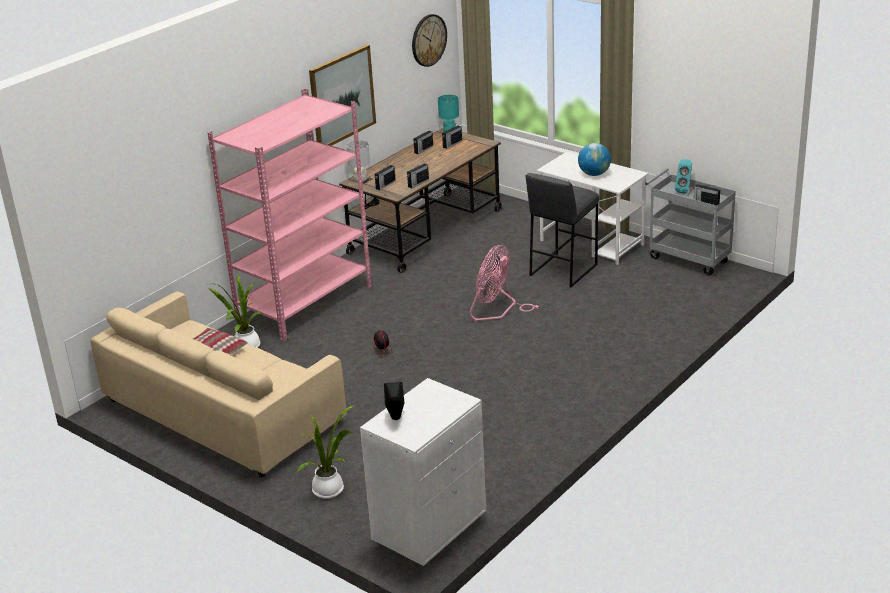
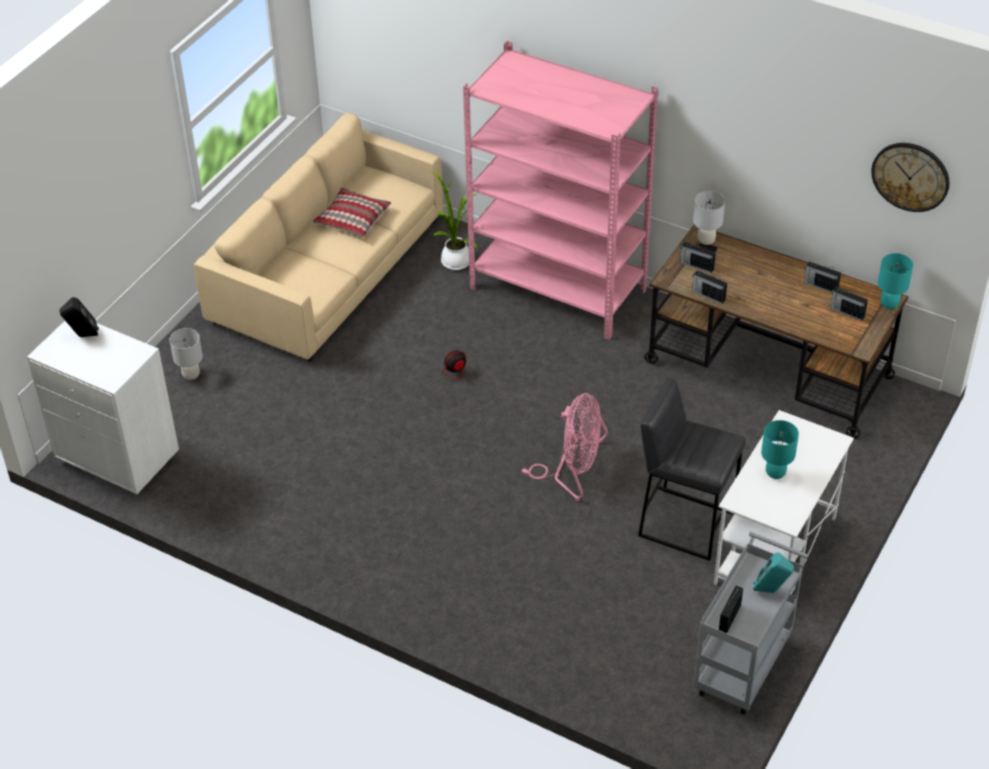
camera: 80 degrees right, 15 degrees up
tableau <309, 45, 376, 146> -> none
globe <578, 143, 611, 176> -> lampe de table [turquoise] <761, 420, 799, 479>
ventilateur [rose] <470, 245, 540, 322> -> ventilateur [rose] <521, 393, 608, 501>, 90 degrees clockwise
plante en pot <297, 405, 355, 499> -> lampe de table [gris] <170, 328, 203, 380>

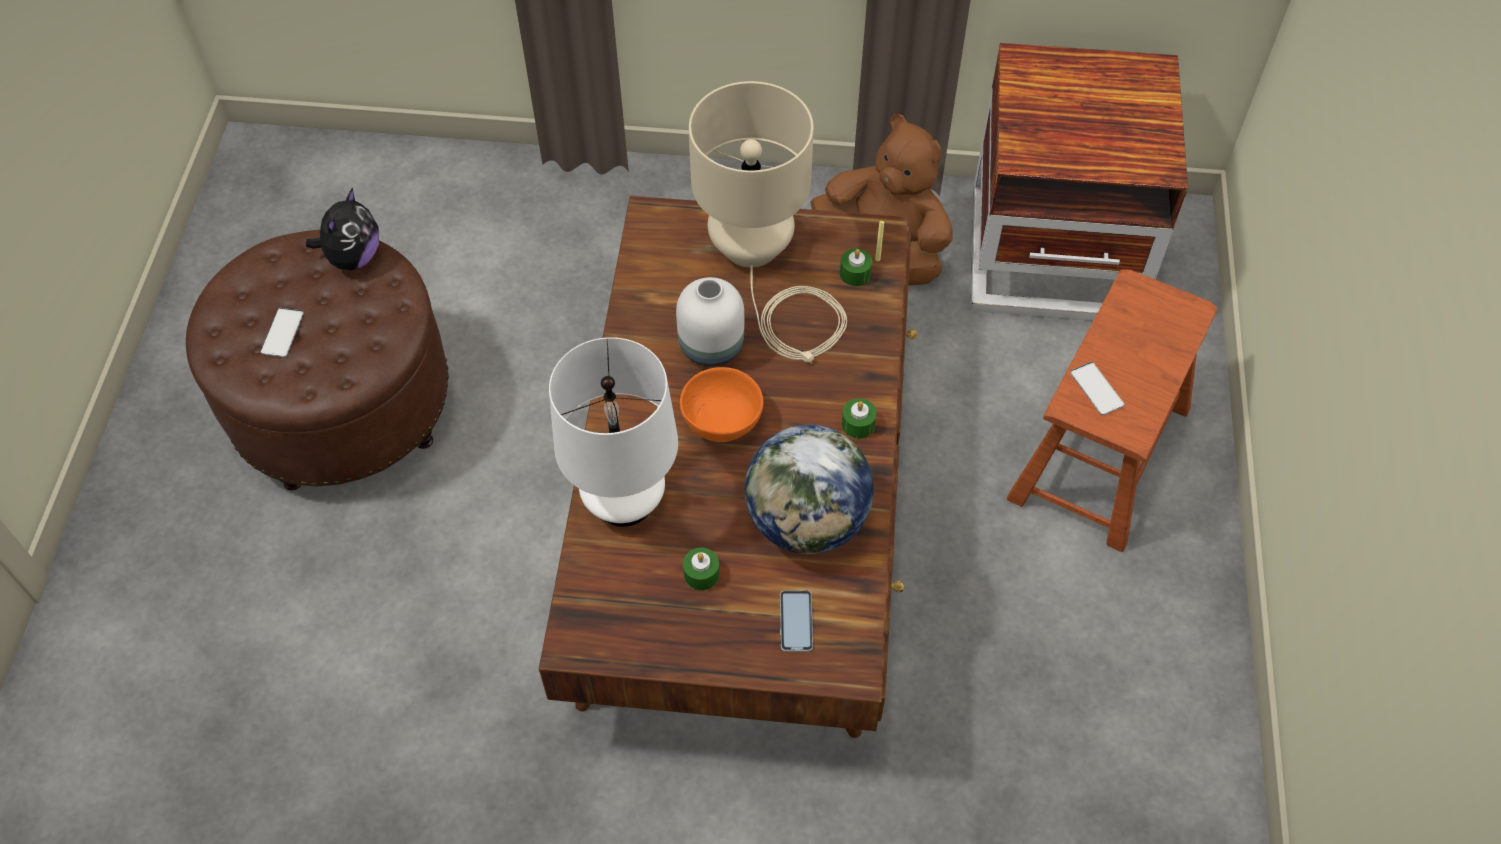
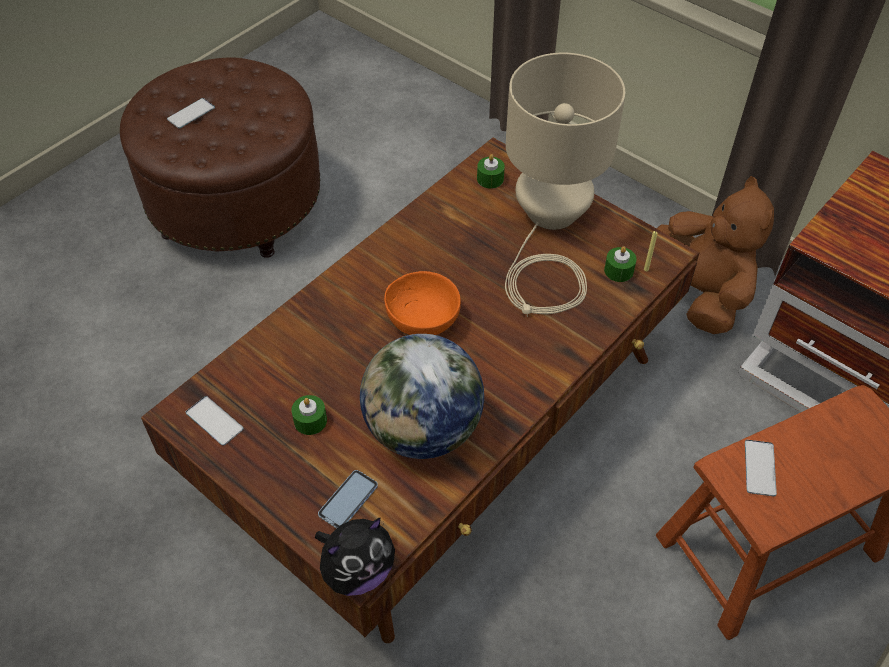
camera: 35 degrees right, 5 degrees down
peluche <306, 187, 379, 270> -> peluche <315, 517, 395, 596>, moved
vase [blanc] <676, 277, 744, 367> -> none
lampe de table [blanc] <549, 337, 678, 527> -> none
bougie [vert] <842, 398, 877, 439> -> bougie [vert] <477, 154, 505, 189>, moved
none -> téléphone <186, 396, 243, 446>

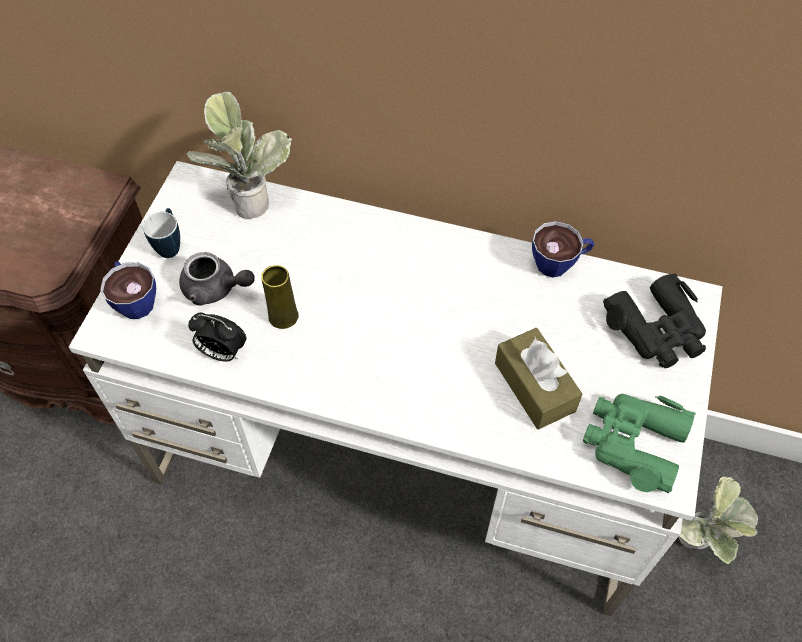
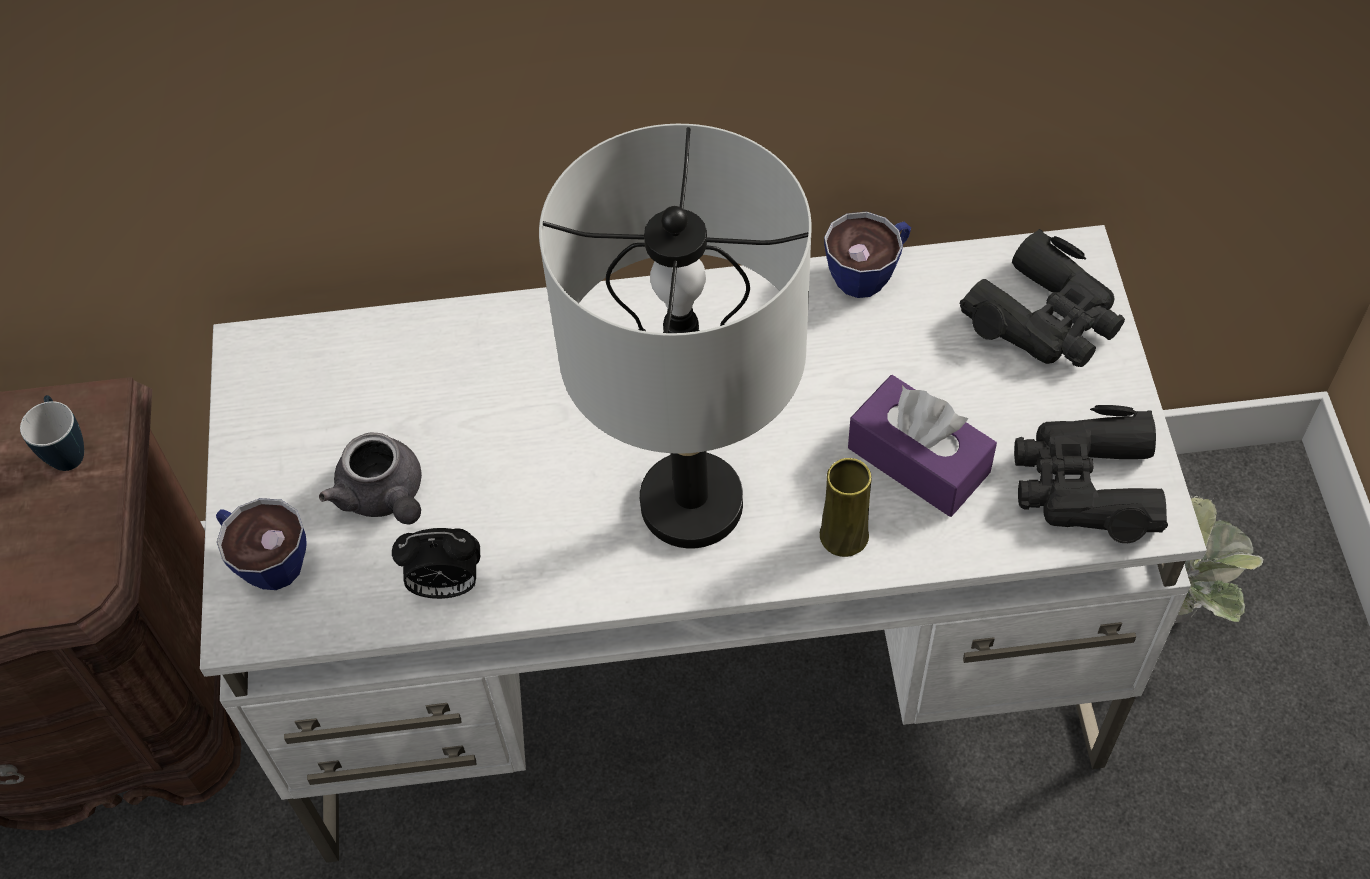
camera: 20 degrees left, 0 degrees up
plante en pot <187, 91, 292, 219> -> none
mug <143, 208, 180, 258> -> mug <20, 395, 84, 471>, moved
théière [gris] <179, 252, 254, 306> -> théière [gris] <319, 433, 422, 525>, 60 degrees clockwise
vase [jaune] <261, 265, 299, 329> -> vase [jaune] <820, 458, 871, 557>, moved
boîte à mouchoirs [marron] <495, 328, 582, 430> -> boîte à mouchoirs [violet] <848, 375, 997, 517>
jumelles [vert] <583, 394, 696, 493> -> jumelles [noir] <1014, 405, 1168, 543>
none -> lampe de table [gris] <539, 124, 811, 548>

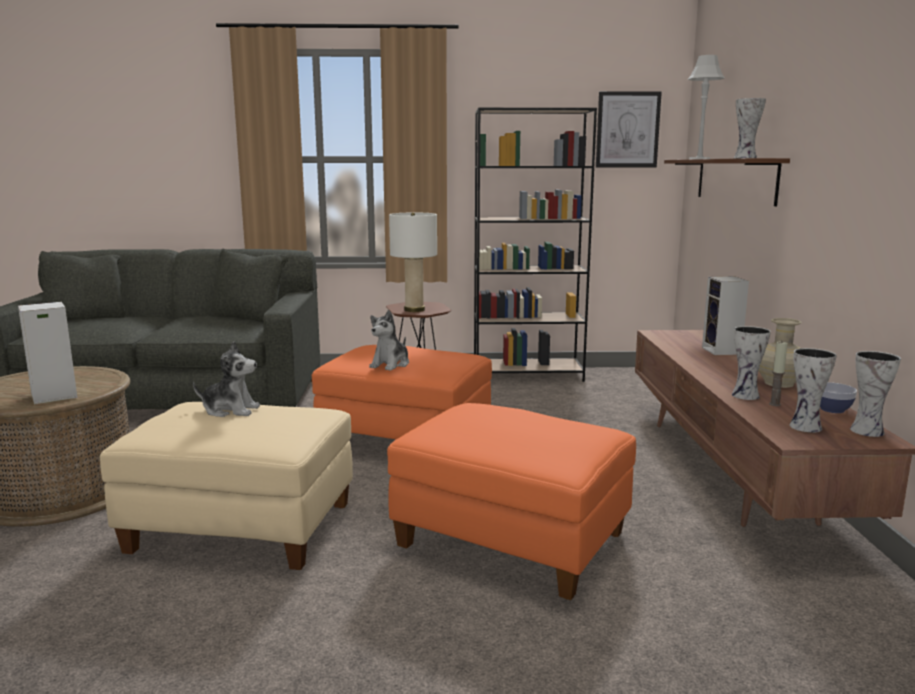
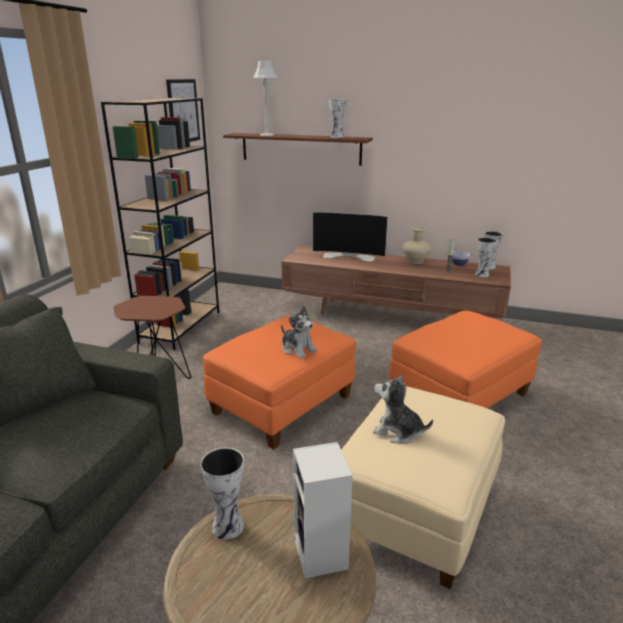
camera: 70 degrees left, 10 degrees up
lampe de table [blanc] <389, 213, 437, 312> -> none
enceinte <702, 276, 749, 355> -> téléviseur <313, 212, 388, 262>
vase <732, 326, 771, 400> -> vase <201, 447, 244, 540>, moved
peluche <193, 341, 260, 417> -> peluche <373, 374, 433, 444>, 90 degrees counterclockwise

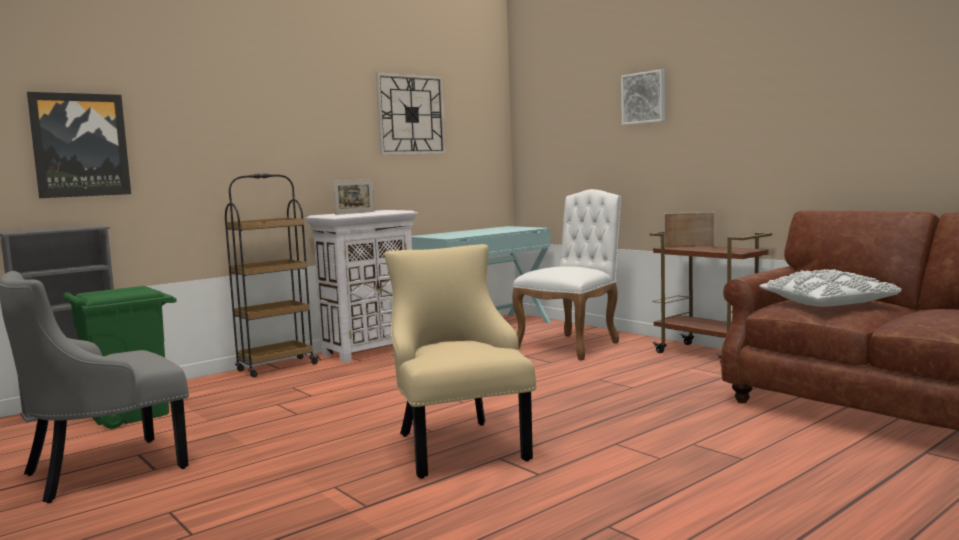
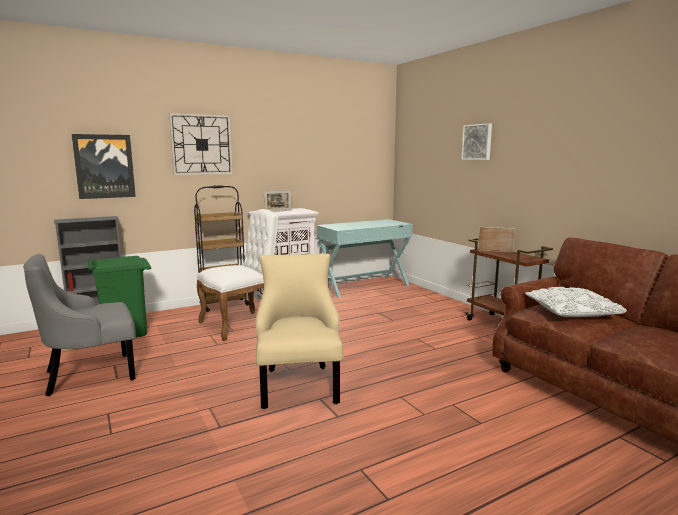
camera: 10 degrees right, 5 degrees up
horloge murale <376, 73, 446, 155> -> horloge murale <169, 113, 233, 175>, moved
chaise [blanc] <513, 189, 621, 360> -> chaise [blanc] <197, 209, 279, 341>, moved

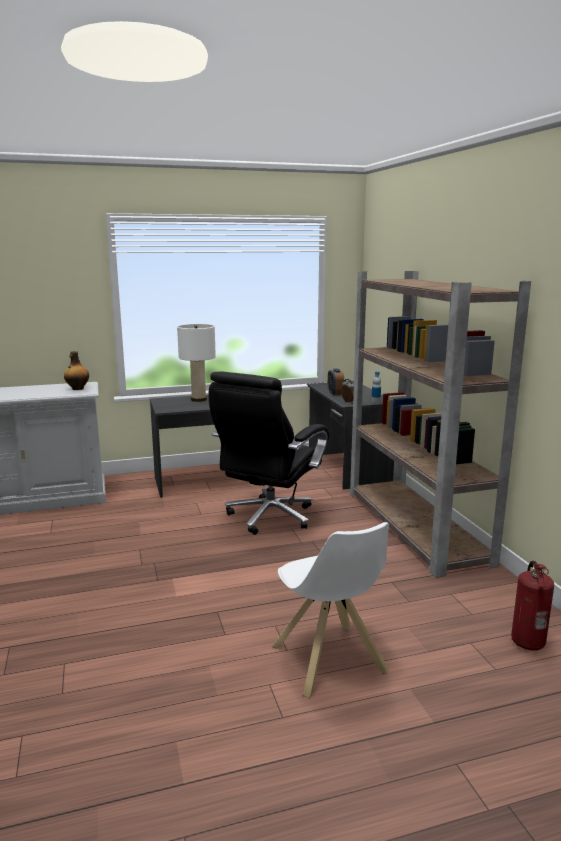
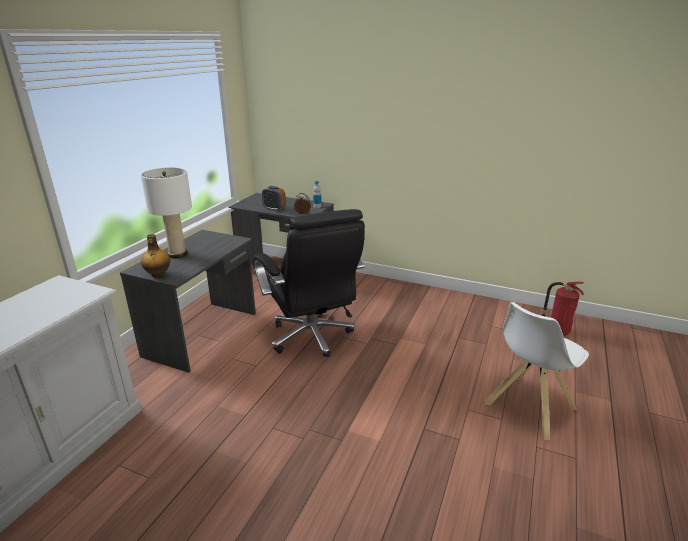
camera: 50 degrees left, 10 degrees up
bibliothèque [marron] <350, 271, 531, 578> -> none
bouteille <64, 351, 89, 390> -> bouteille <141, 234, 170, 278>, moved
chaise [blanc] <272, 522, 389, 698> -> chaise [blanc] <484, 302, 589, 440>, 120 degrees clockwise

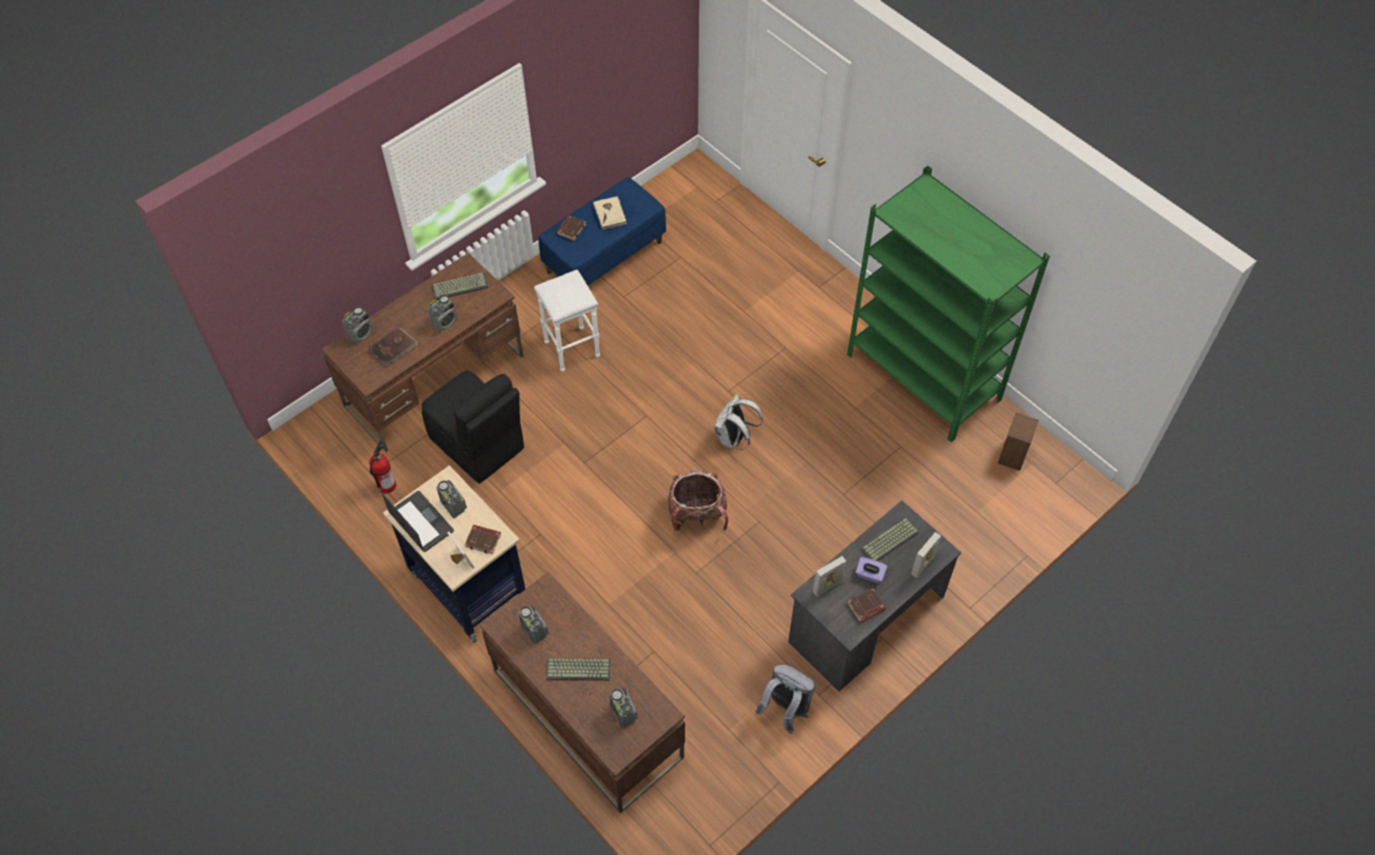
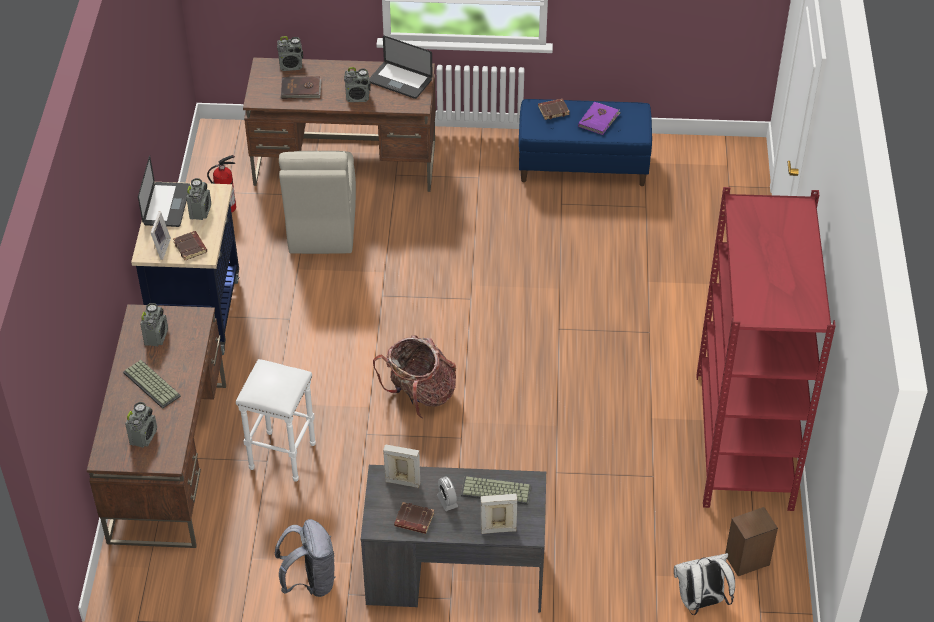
camera: 45 degrees right, 10 degrees down
bibliothèque [vert] <847, 165, 1050, 442> -> bibliothèque [rouge] <696, 187, 836, 511>
livre [beige] <593, 196, 627, 229> -> livre [violet] <578, 102, 621, 135>
tabouret [blanc] <534, 270, 600, 372> -> tabouret [blanc] <236, 359, 316, 482>, moved
clavier <432, 273, 489, 300> -> ordinateur portable <369, 36, 433, 99>
chaise [noir] <421, 370, 524, 484> -> chaise [beige] <279, 151, 356, 254>
sac à dos [blanc] <715, 394, 763, 450> -> sac à dos [blanc] <674, 553, 735, 615>, moved
boîte à mouchoirs [violet] <856, 557, 887, 583> -> réveil <437, 476, 458, 511>

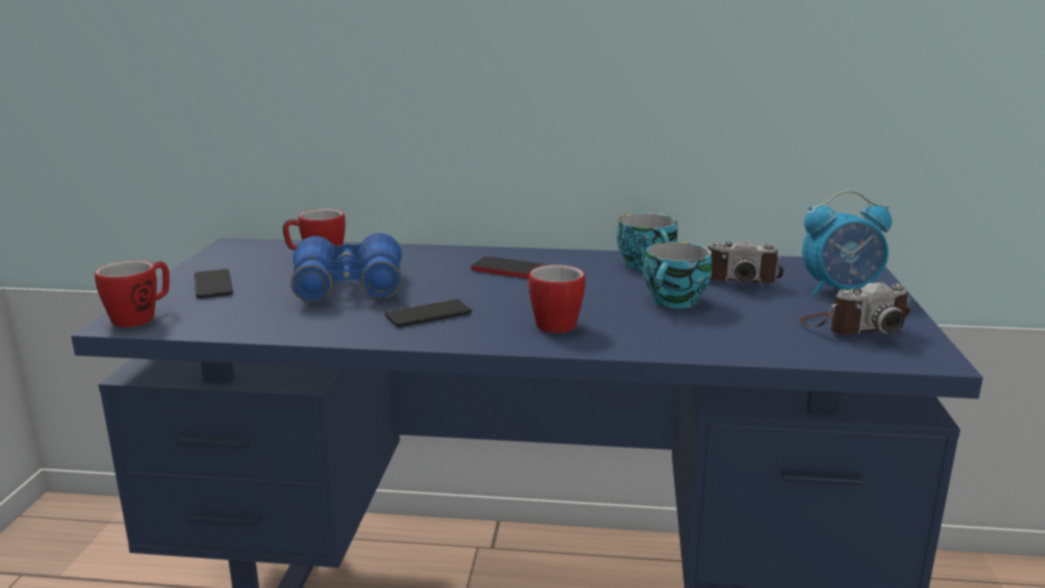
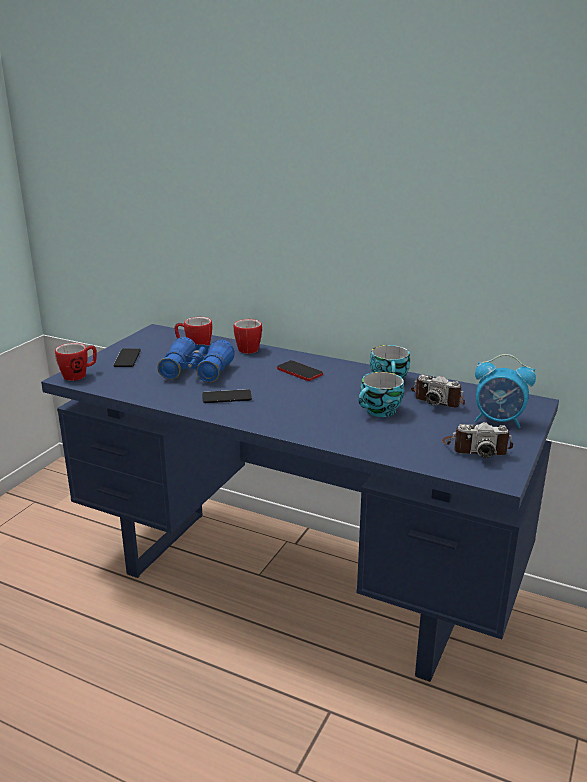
camera: 20 degrees right, 5 degrees up
mug <528, 264, 585, 333> -> mug <234, 318, 262, 354>, moved

